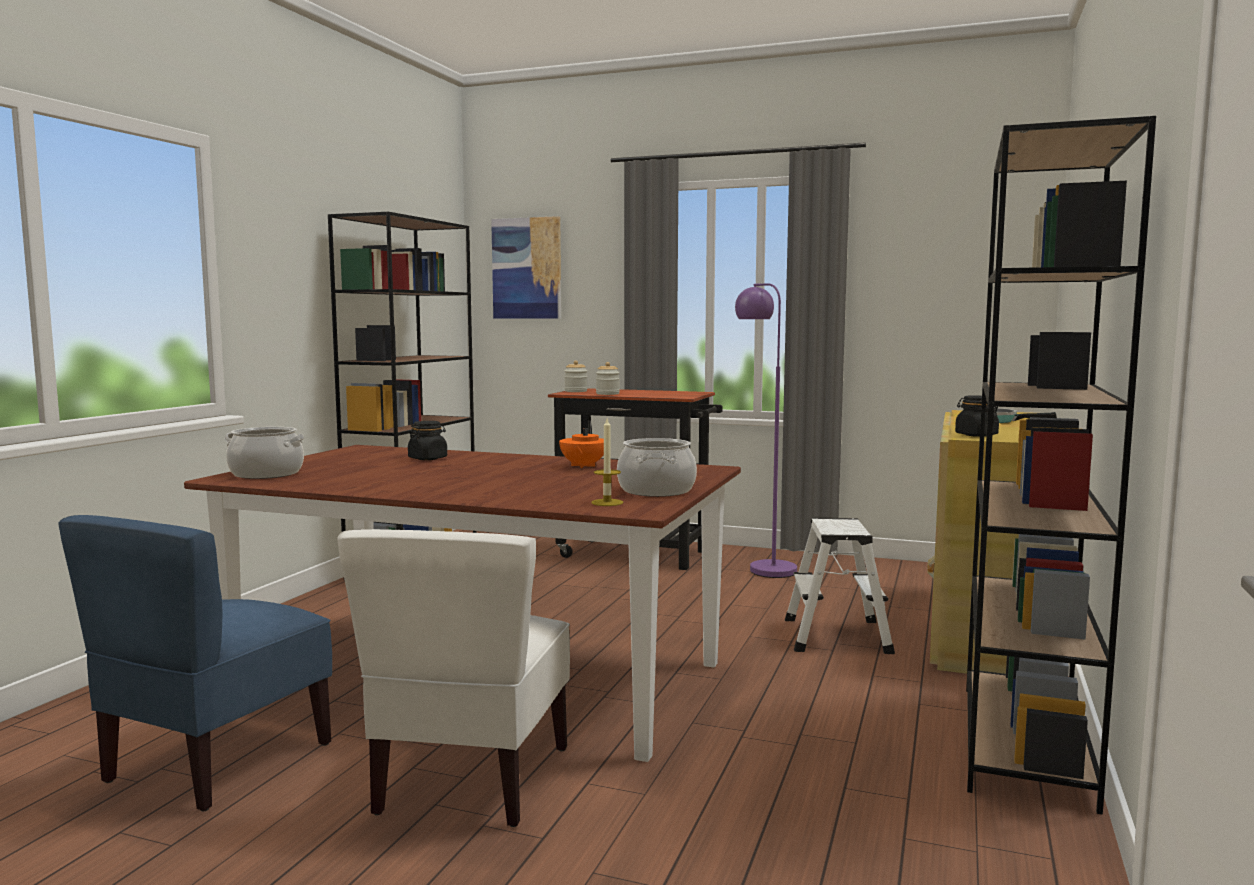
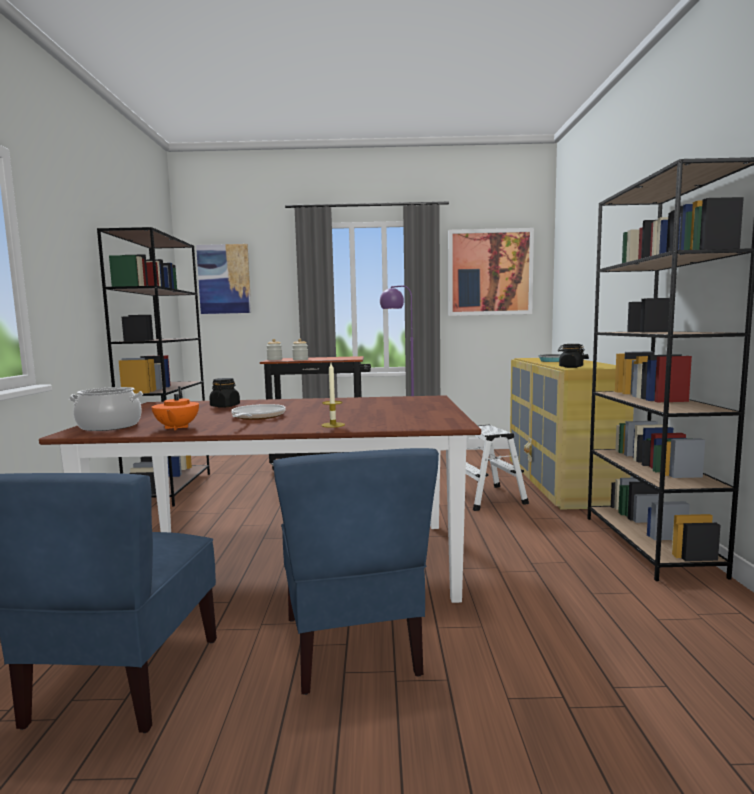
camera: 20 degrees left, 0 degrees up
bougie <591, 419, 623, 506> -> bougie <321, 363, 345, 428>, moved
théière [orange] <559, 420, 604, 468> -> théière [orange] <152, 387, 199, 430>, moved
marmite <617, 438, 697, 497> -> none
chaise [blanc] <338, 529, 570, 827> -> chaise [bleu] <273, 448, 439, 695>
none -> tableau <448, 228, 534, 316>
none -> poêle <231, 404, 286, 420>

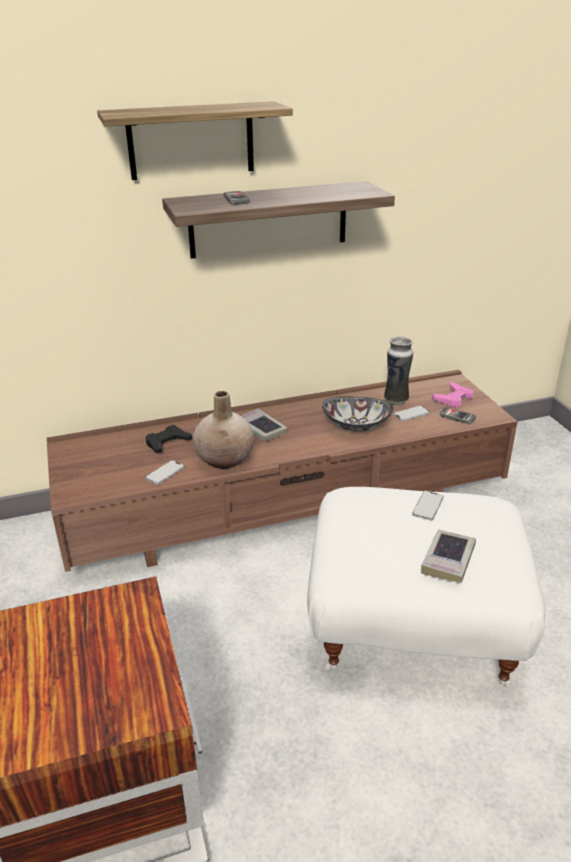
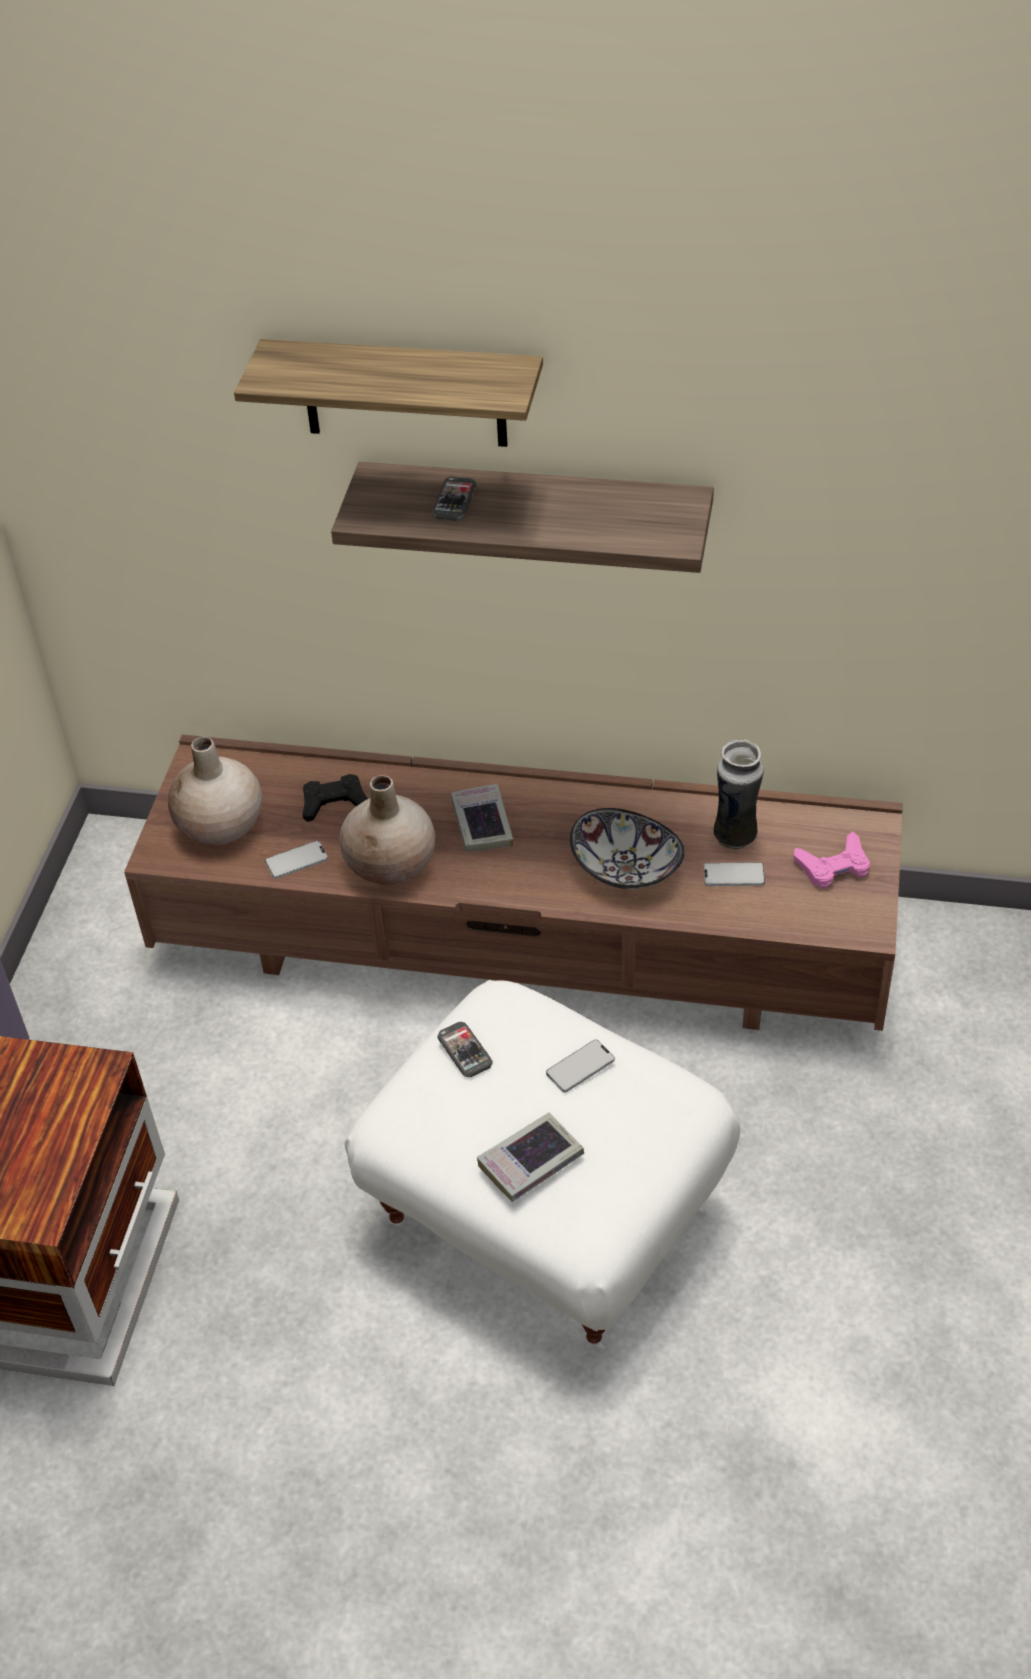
camera: 30 degrees right, 15 degrees up
téléphone <440, 407, 476, 424> -> téléphone <437, 1022, 493, 1077>, moved
none -> vase [beige] <168, 737, 262, 845>

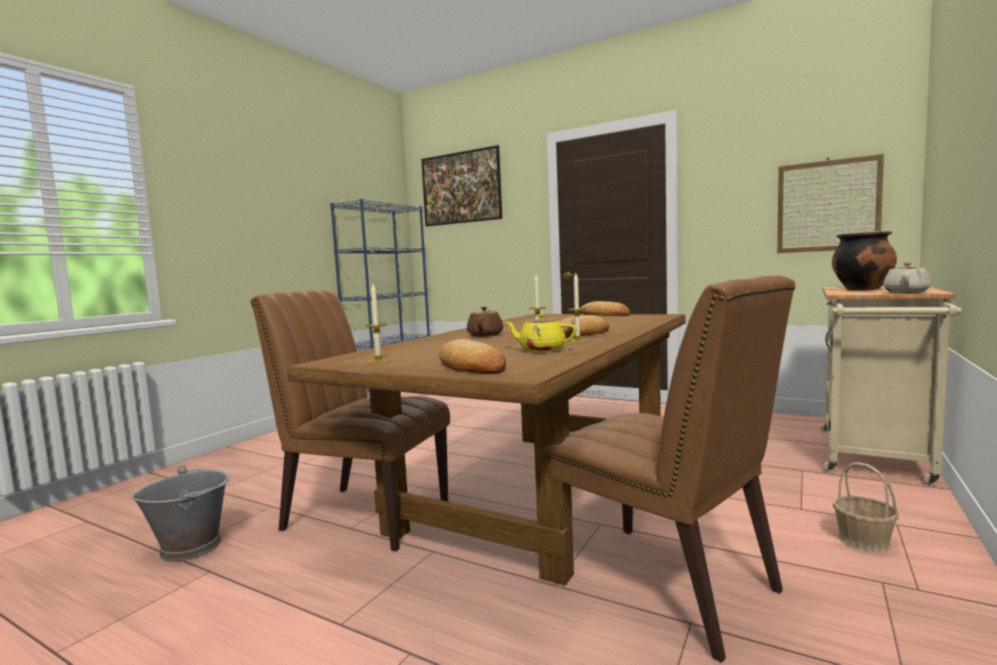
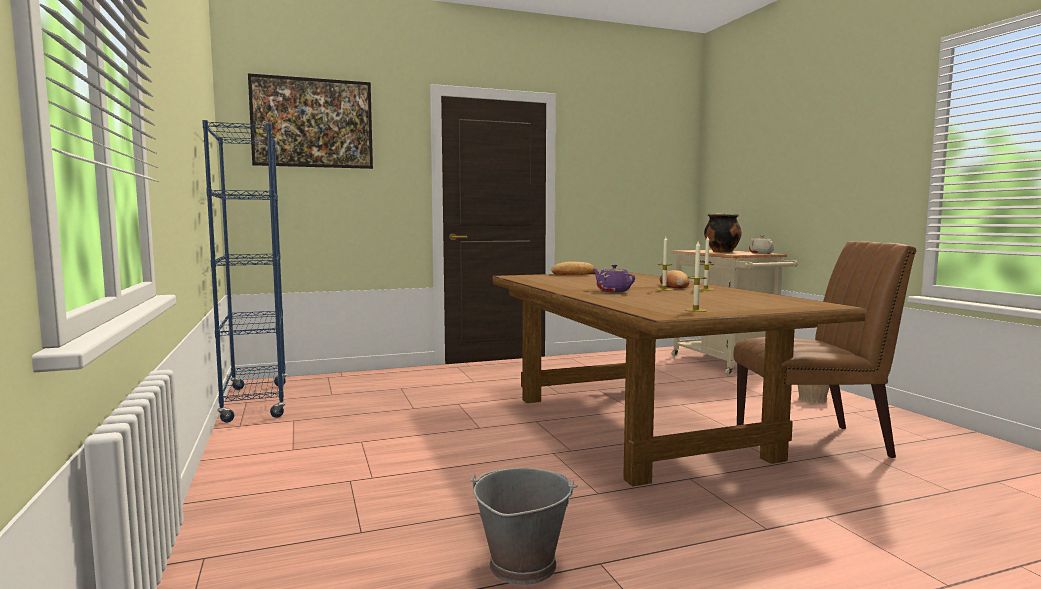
camera: 50 degrees left, 0 degrees up
tableau <777, 154, 884, 253> -> none
chaise [marron] <250, 290, 450, 551> -> none
théière [marron] <467, 307, 503, 337> -> théière [violet] <593, 264, 635, 292>
théière [jaune] <505, 314, 577, 352> -> none
pain <439, 339, 506, 374> -> none

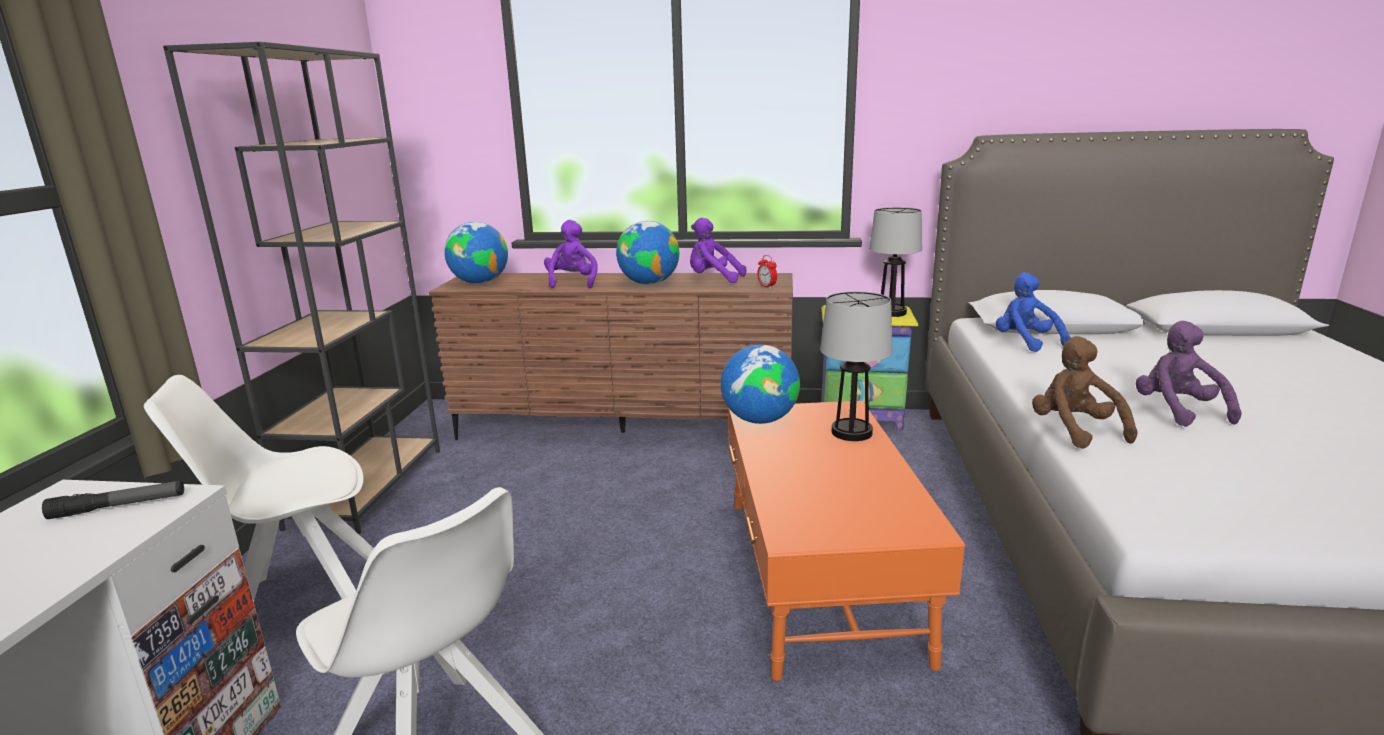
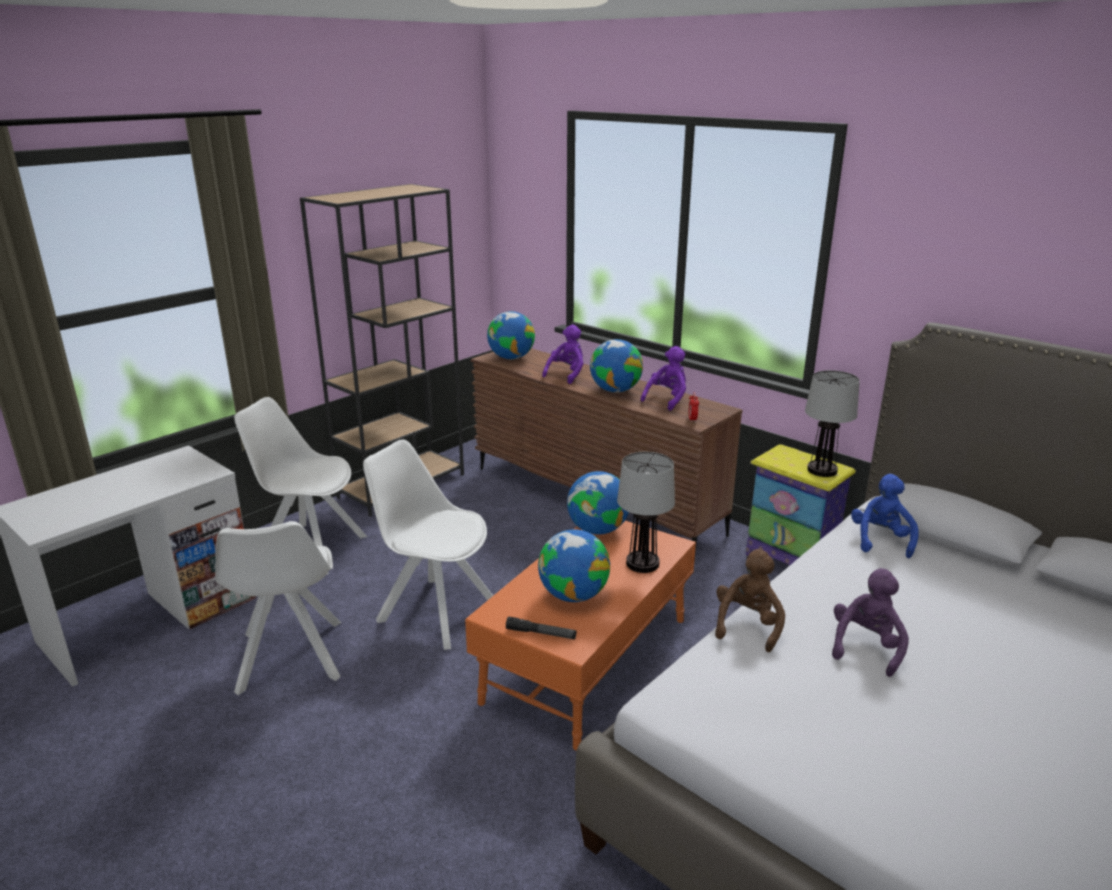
camera: 35 degrees right, 5 degrees up
peluche [violet] <690, 217, 746, 283> -> peluche [violet] <641, 346, 686, 411>, 75 degrees clockwise
lampe de poche <42, 481, 184, 519> -> lampe de poche <506, 617, 576, 639>, moved
none -> chaise [blanc] <363, 440, 493, 650>
none -> globe <538, 529, 610, 602>

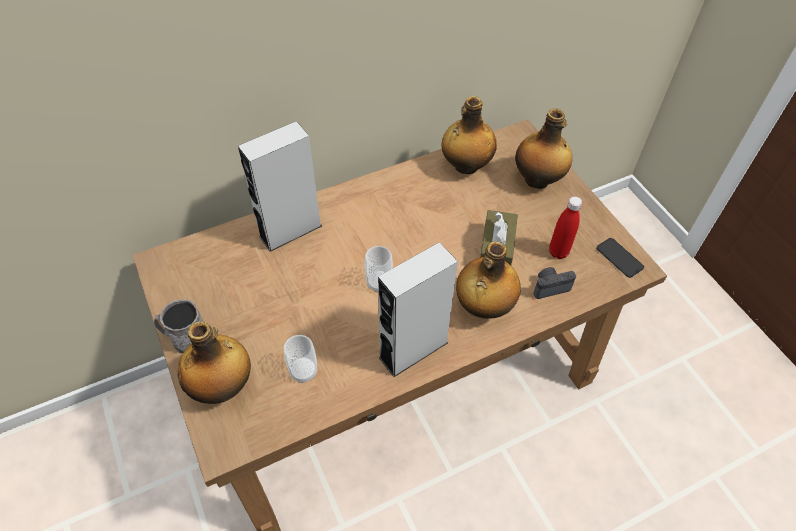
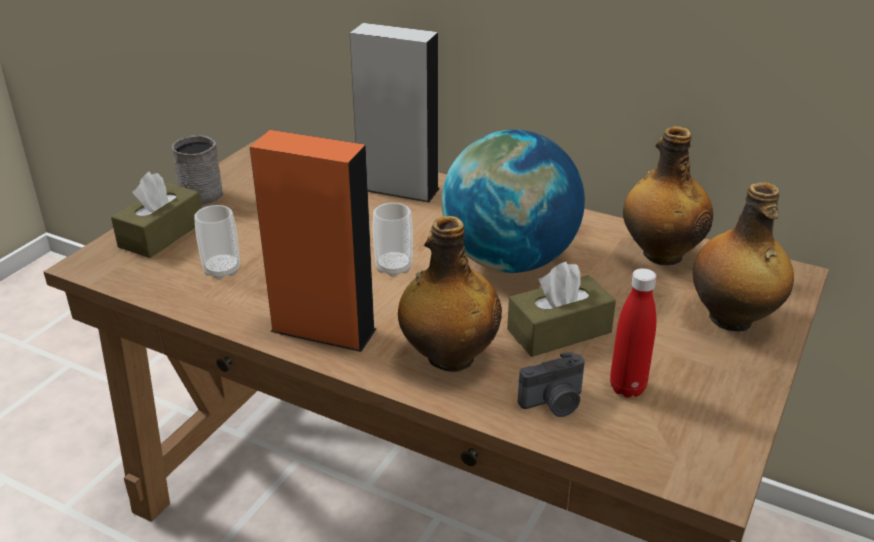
camera: 55 degrees right, 20 degrees down
téléphone <596, 238, 644, 278> -> none
enceinte [gris] <378, 242, 458, 377> -> enceinte [orange] <250, 130, 376, 352>
appareil photo <533, 267, 576, 299> -> appareil photo <518, 352, 585, 417>, 120 degrees clockwise
bouteille <178, 322, 251, 404> -> boîte à mouchoirs [marron] <111, 172, 202, 258>
none -> globe <441, 130, 585, 273>

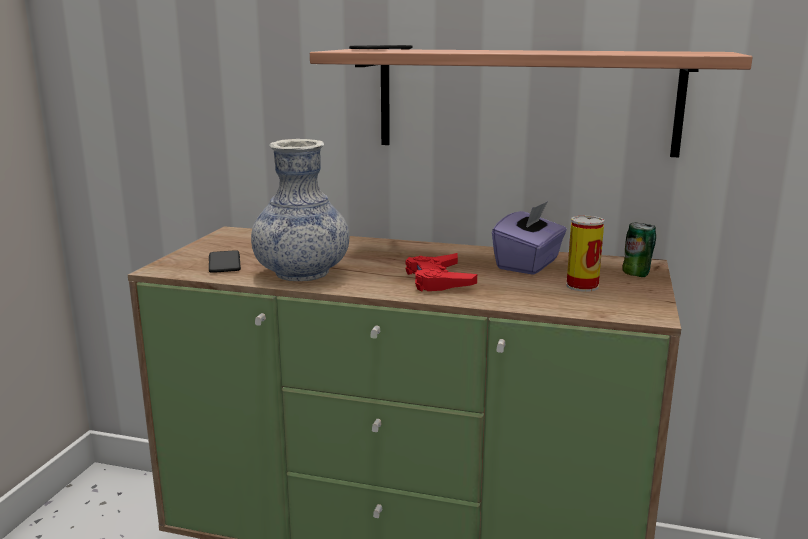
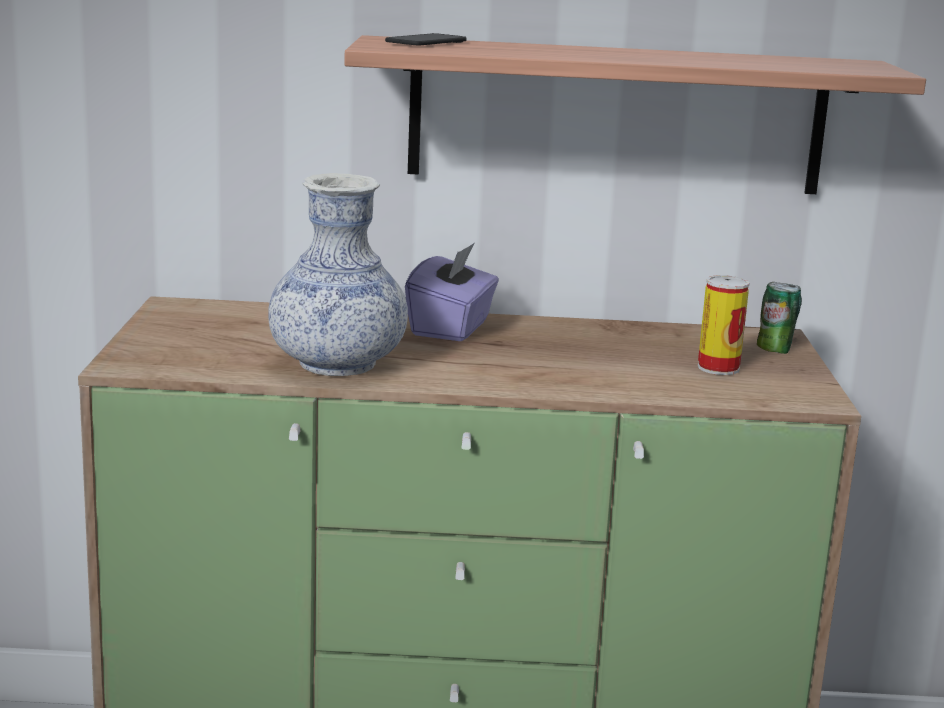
camera: 15 degrees left, 0 degrees up
boîte à mouchoirs [violet] <492, 201, 567, 275> -> boîte à mouchoirs [violet] <405, 243, 499, 341>, moved
téléphone <209, 250, 241, 273> -> none
manette [rouge] <406, 253, 477, 291> -> none

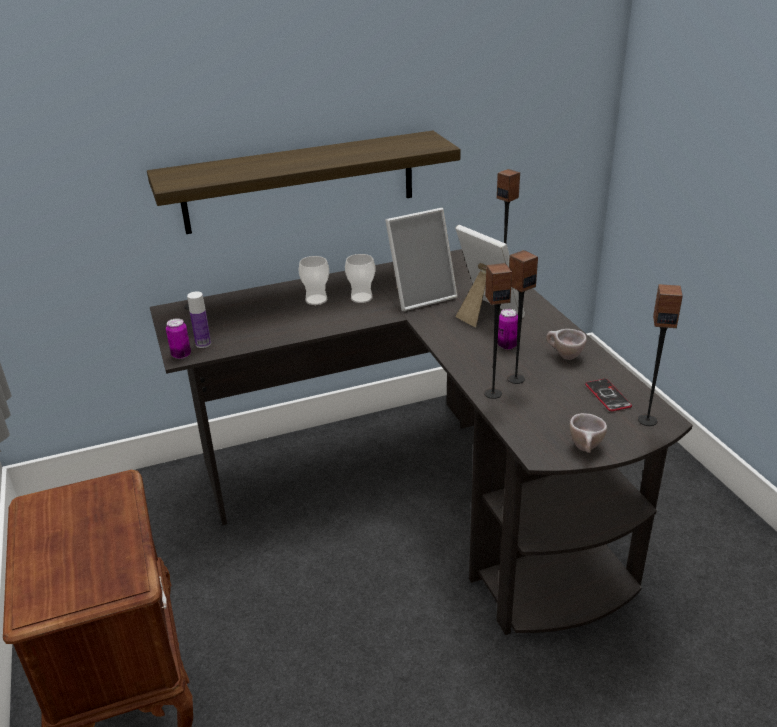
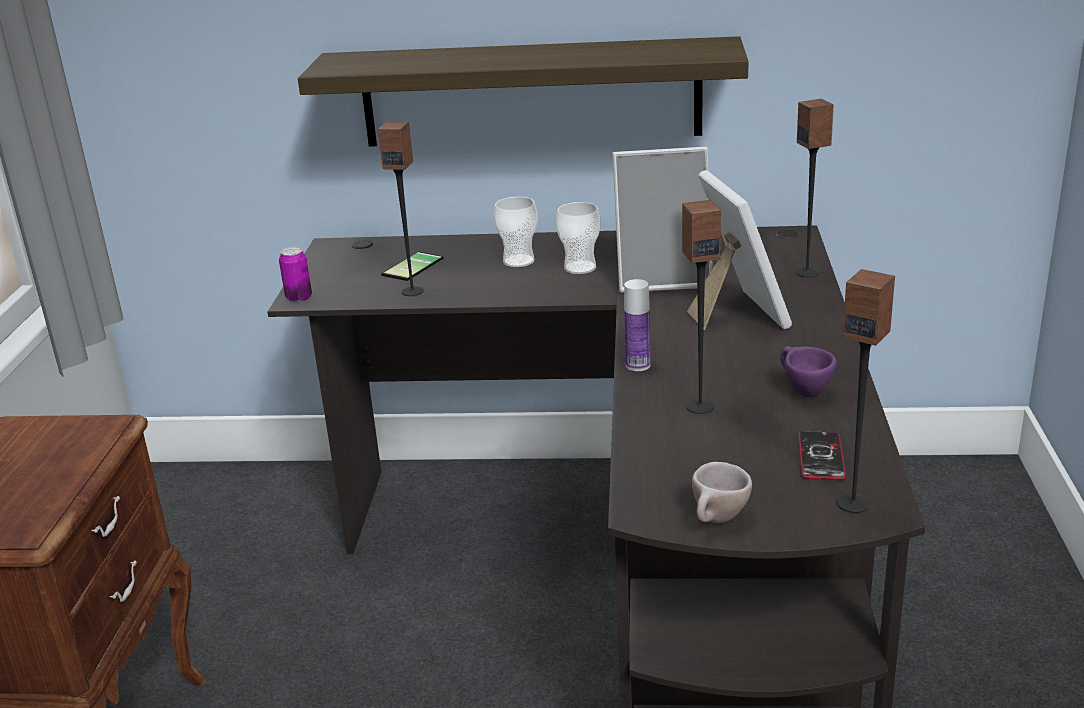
camera: 25 degrees right, 5 degrees down
enceinte <484, 263, 512, 399> -> enceinte <378, 122, 424, 296>, moved
bouteille <187, 292, 211, 348> -> bouteille <624, 279, 651, 371>, moved
boîte métallique <497, 309, 518, 349> -> none
tasse [beige] <546, 329, 587, 360> -> tasse [violet] <780, 346, 837, 397>
none -> téléphone <381, 252, 443, 281>

